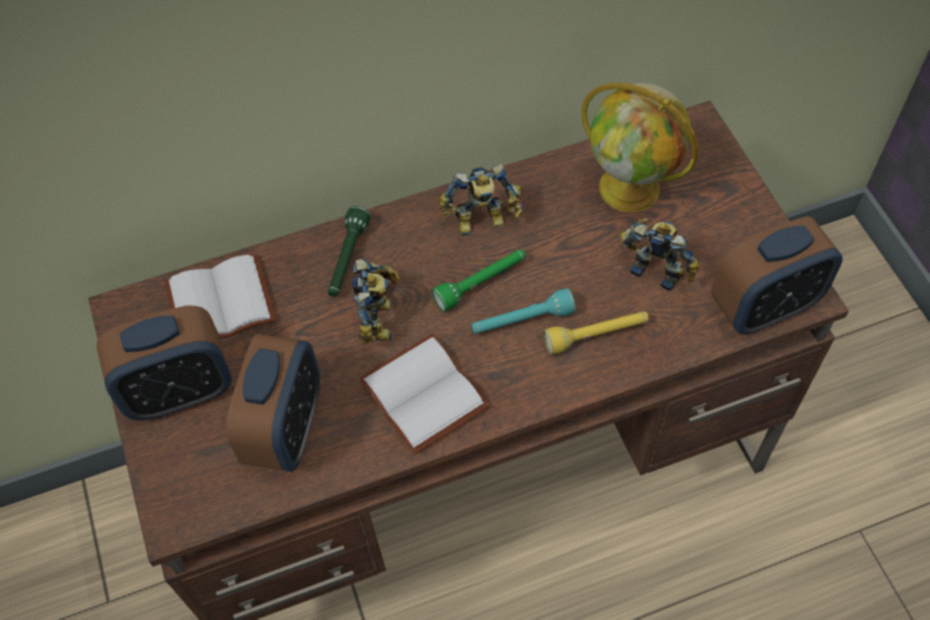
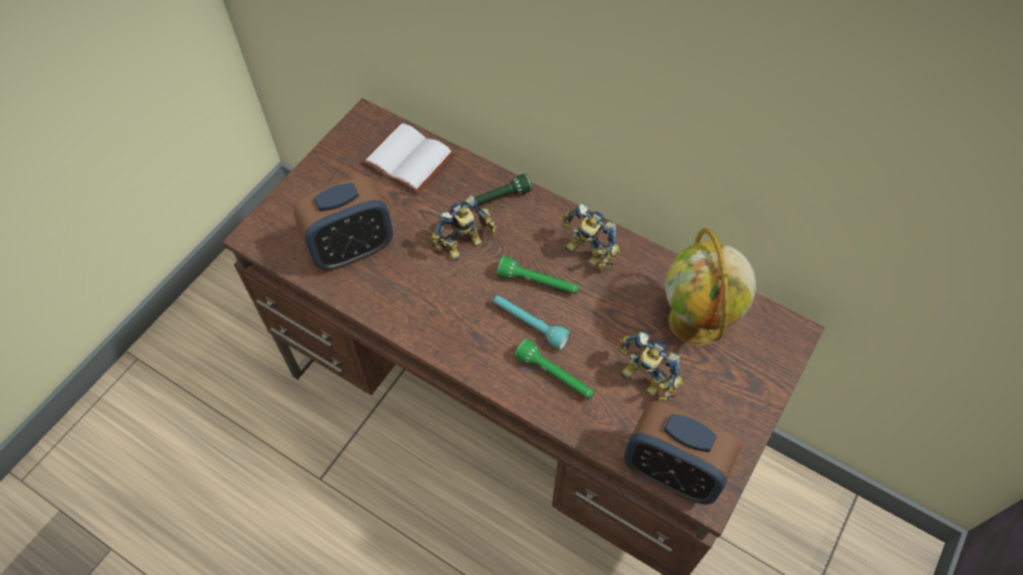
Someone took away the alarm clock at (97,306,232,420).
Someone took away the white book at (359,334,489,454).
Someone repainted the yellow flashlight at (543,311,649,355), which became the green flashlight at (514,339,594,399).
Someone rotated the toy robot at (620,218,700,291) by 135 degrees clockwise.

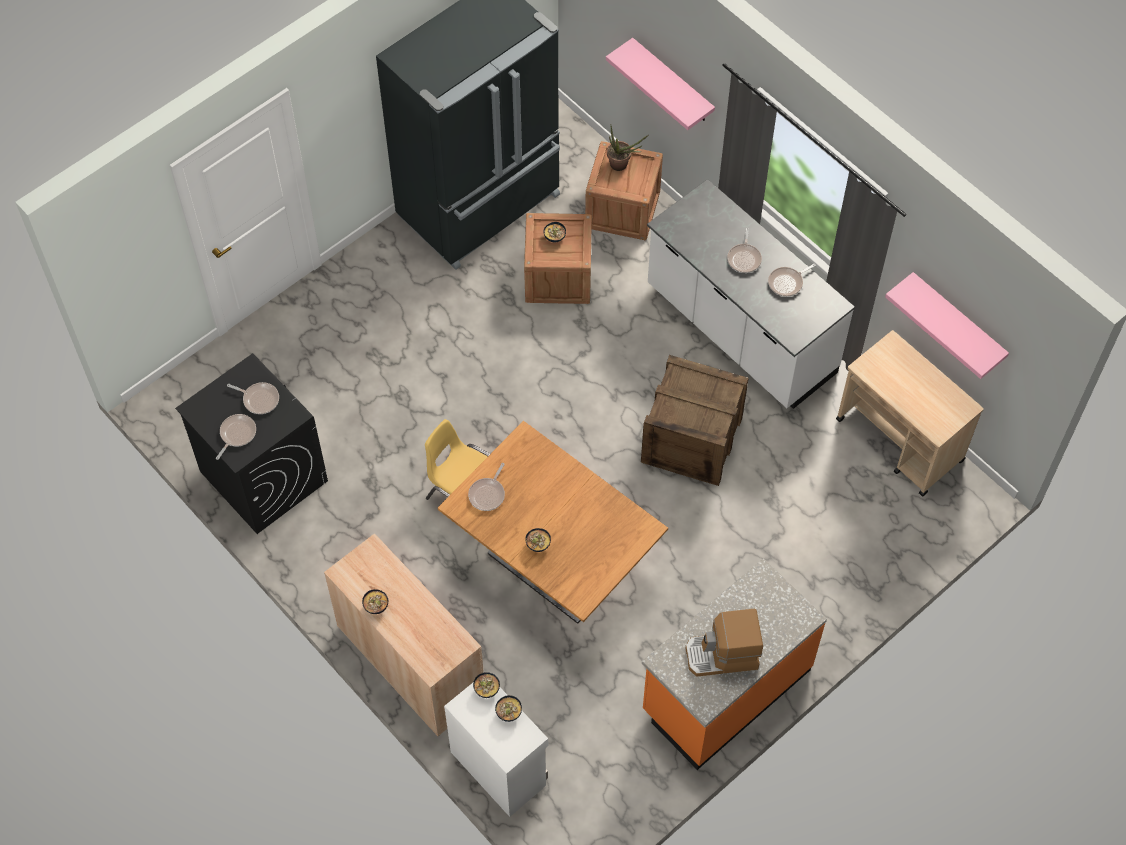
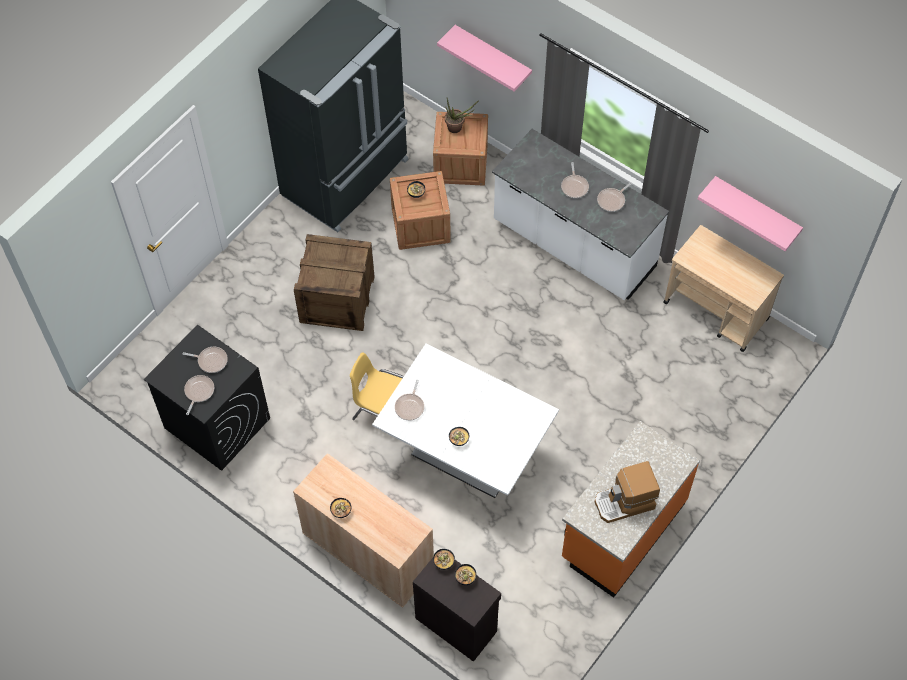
Someone carried the crate from (641,355,748,486) to (294,234,374,331).
Someone repainted the brown dining table at (438,421,668,624), which became the white dining table at (372,344,559,498).
Someone repainted the white cabinet at (444,683,548,817), which became the black cabinet at (413,558,501,662).

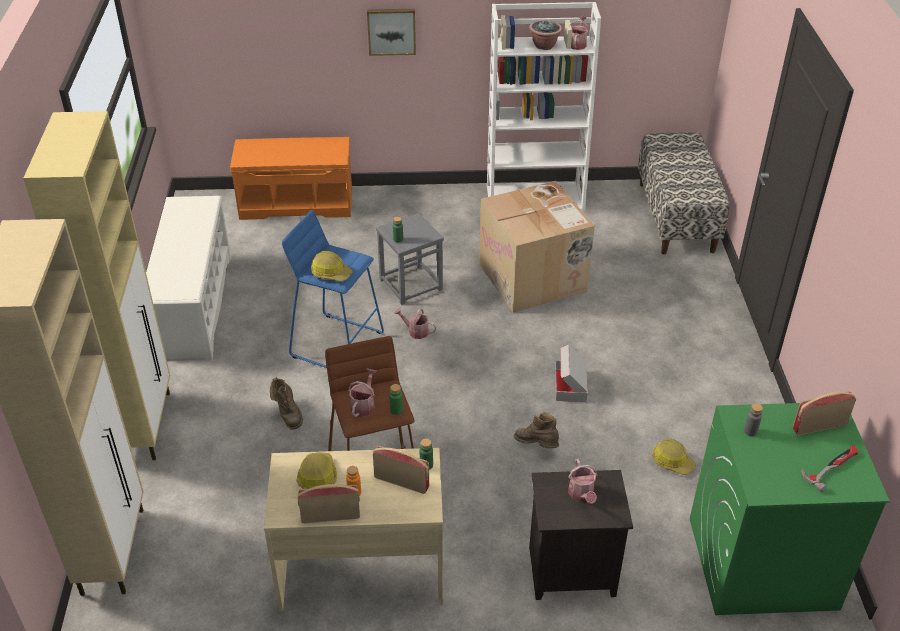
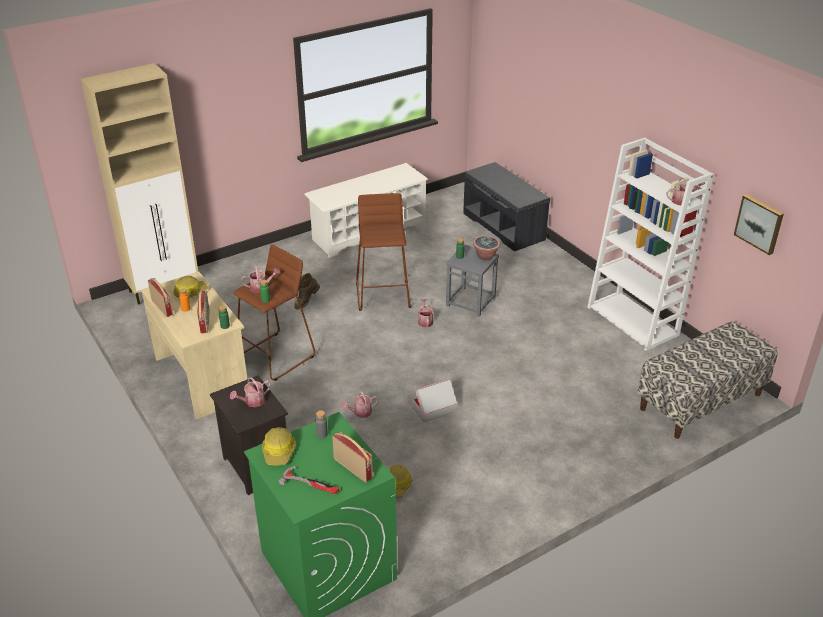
Someone took away the beige cabinet at (23,111,170,460).
Someone took away the cardboard box at (479,181,595,312).
Someone carried the hard hat from (311,251,353,281) to (262,427,296,466).
Someone carried the picture from (367,9,416,56) to (734,194,784,255).
Someone carried the potted plant from (529,19,562,50) to (473,235,500,260).
Someone swapped the brown boot at (514,412,559,449) for the watering can at (341,391,379,418).
Someone repainted the orange bench at (230,137,352,220), which became the grey bench at (463,162,550,252).
Someone repainted the blue stool at (282,210,384,368), which became the brown stool at (356,193,411,311).

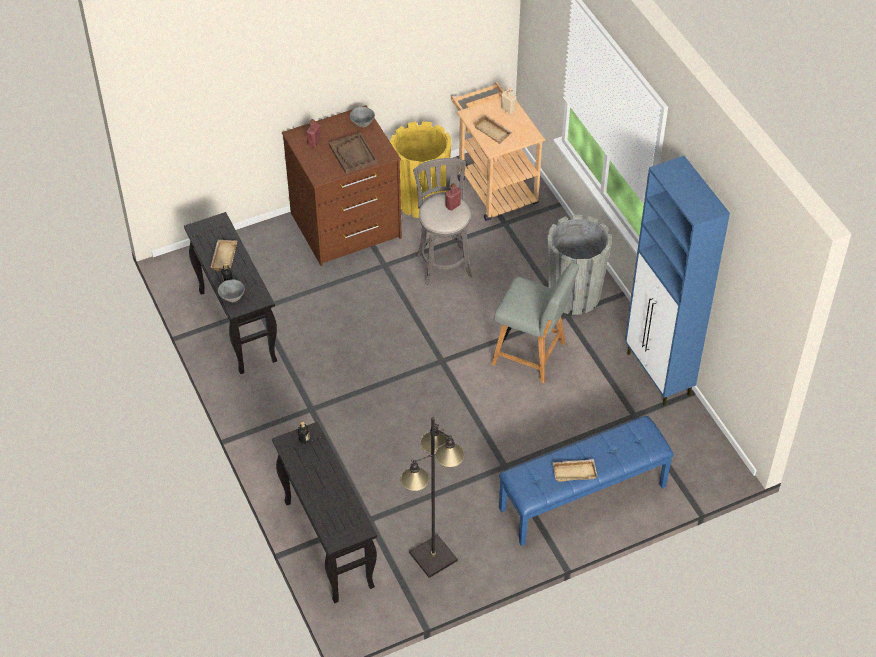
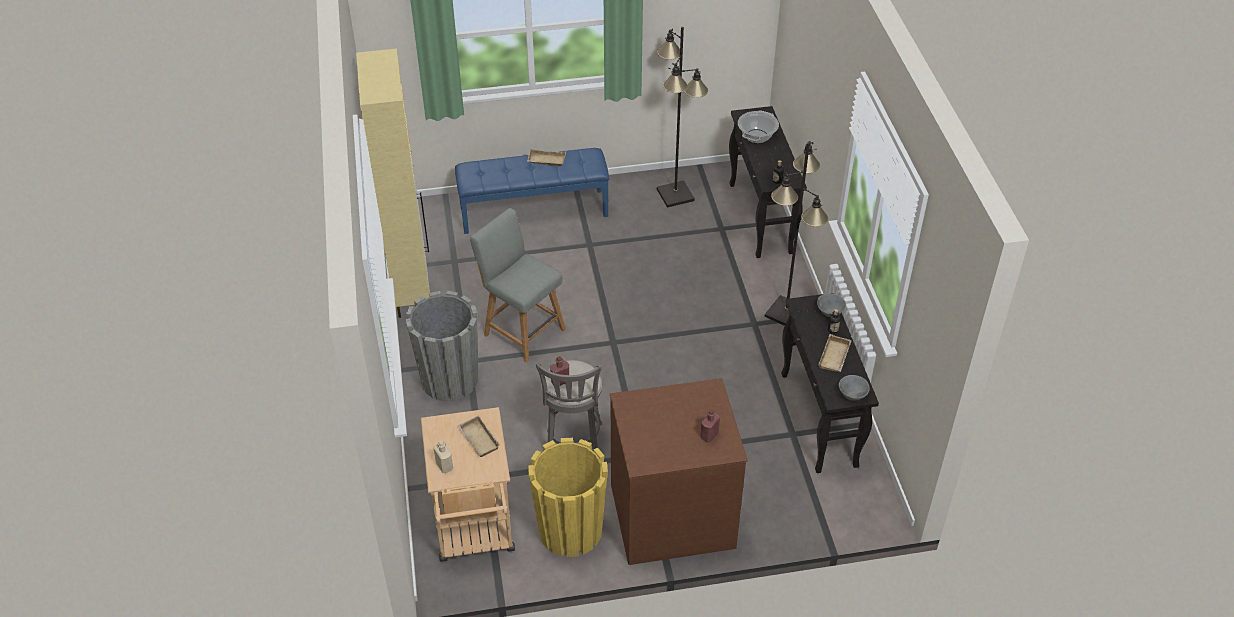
Someone took away the brown tray at (329,133,378,174).
Someone put down the cooking pot at (738,110,779,143).
Someone put down the black floor lamp at (764,141,828,326).
Someone carried the grey bowl from (350,107,375,128) to (839,375,870,401).
Someone repainted the blue cabinet at (625,156,730,406), which became the beige cabinet at (356,49,430,318).

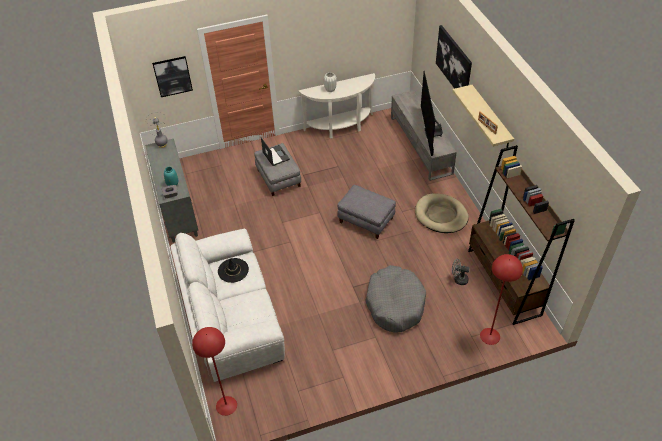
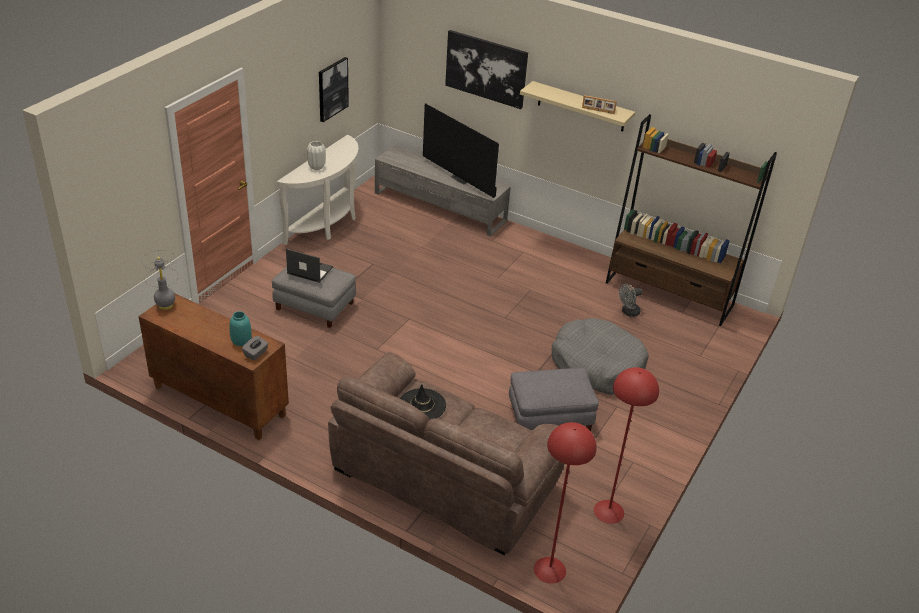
Someone took away the beige dog bed at (415,193,469,233).
Someone carried the picture from (152,56,193,97) to (319,57,349,122).
Someone carried the grey ottoman from (337,185,396,239) to (509,368,599,431).
Someone carried the red floor lamp from (480,254,523,345) to (594,367,659,524).
Someone repainted the grey cabinet at (145,139,198,243), which became the brown cabinet at (139,294,289,440).
Someone repainted the white sofa at (171,229,285,382), which became the brown sofa at (328,352,564,555).

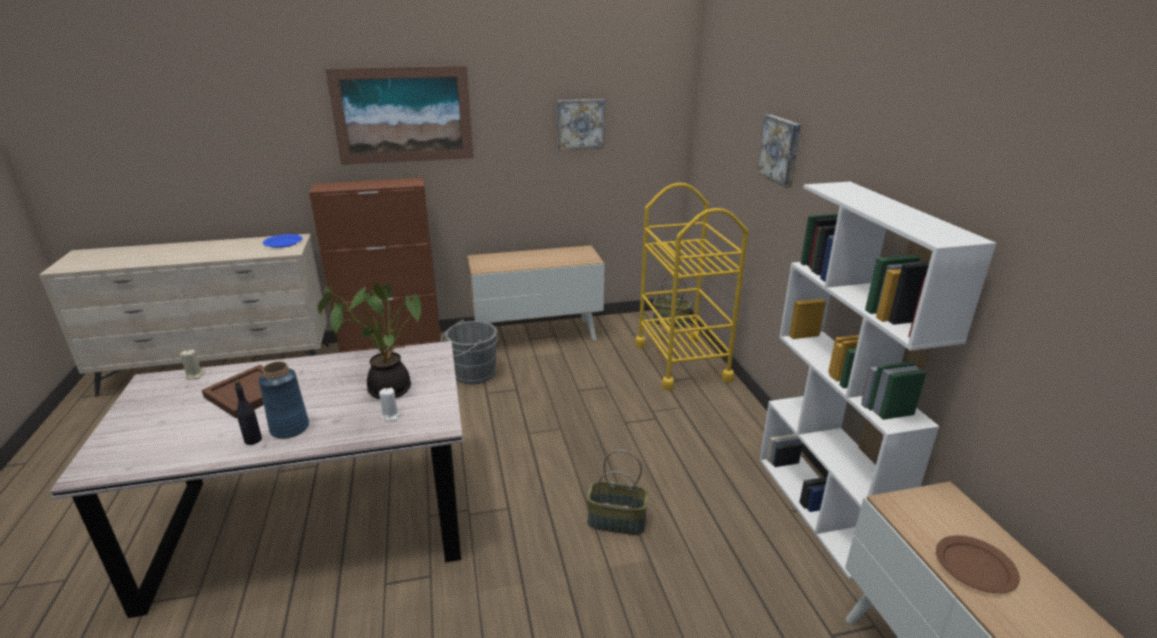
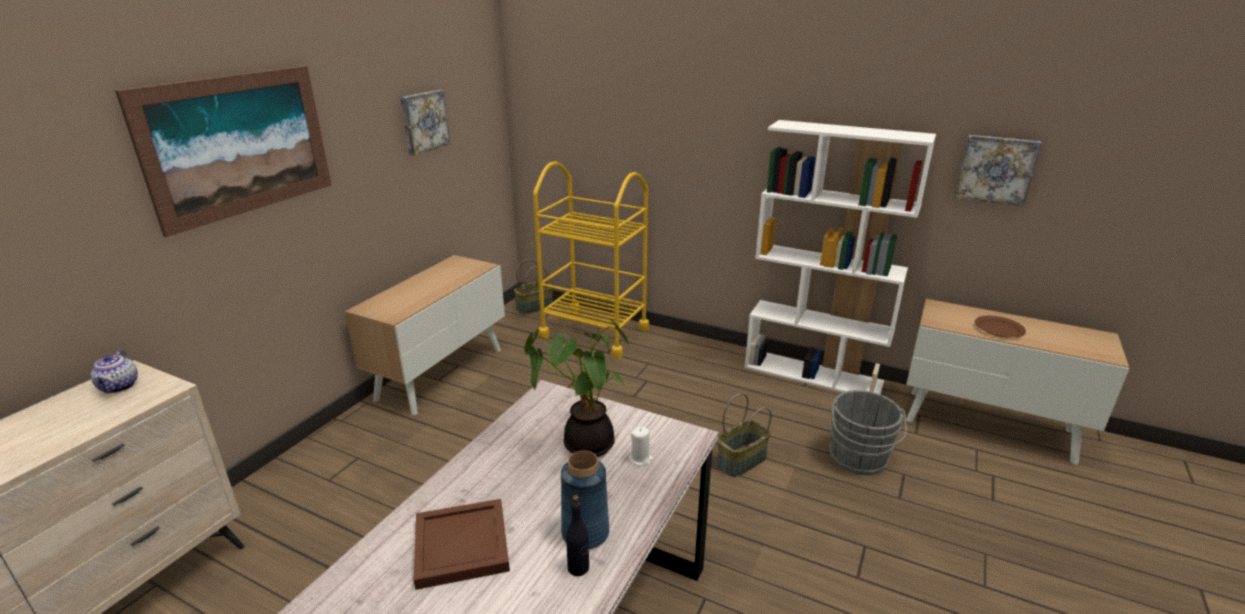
Someone took away the beige candle at (180,349,204,380).
Someone took away the brown cabinet at (309,178,441,353).
Someone carried the grey bucket from (440,320,498,384) to (830,390,907,475).
Someone carried the picture from (757,114,801,188) to (955,135,1041,206).
Someone swapped the blue plate at (263,234,302,248) for the teapot at (91,350,138,393).

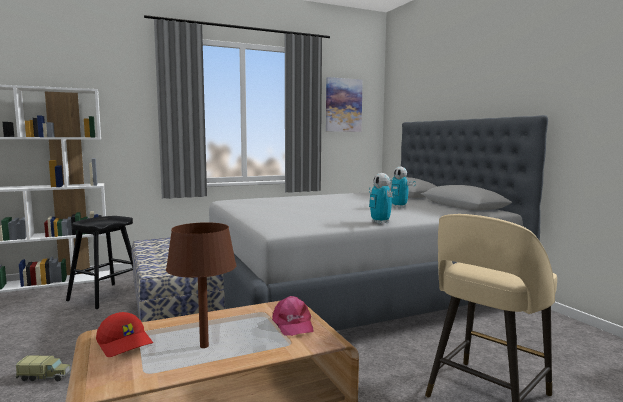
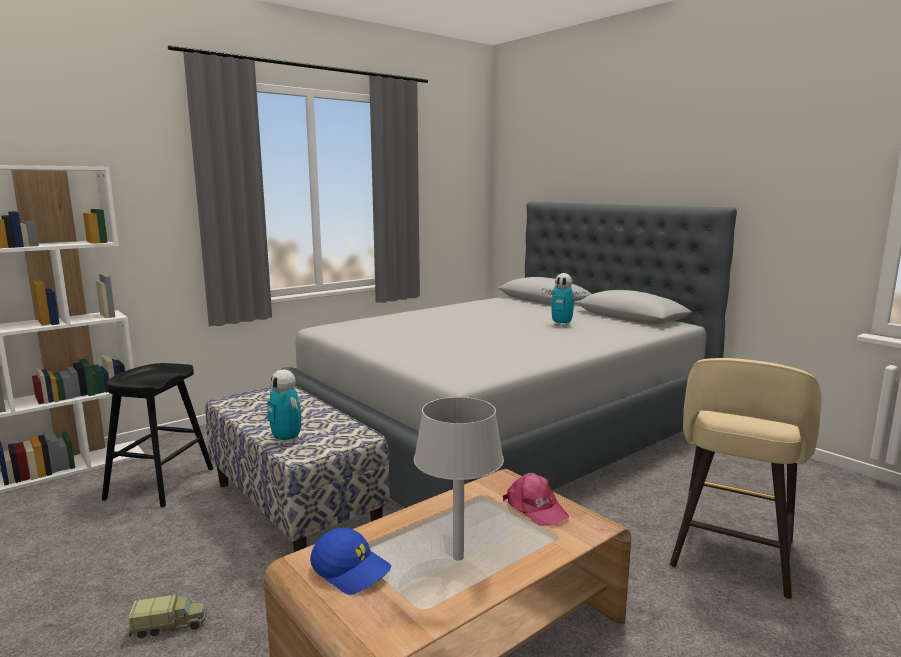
Someone took away the picture at (326,77,363,132).
Someone carried the toy robot from (369,173,395,224) to (267,370,301,445).
Someone repainted the red cap at (96,312,153,357), which became the blue cap at (310,528,391,595).
Someone repainted the brown table lamp at (166,222,237,348), which became the grey table lamp at (414,397,504,561).

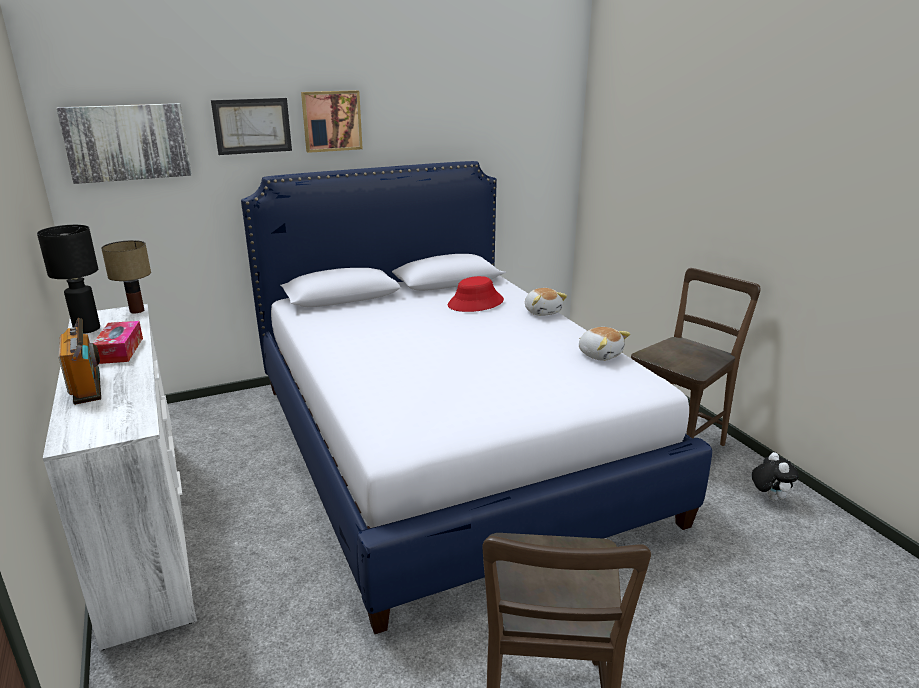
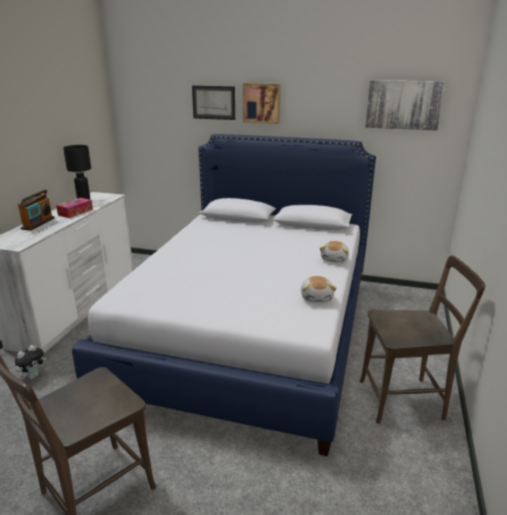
Someone took away the table lamp at (101,240,151,313).
Someone took away the red hat at (448,276,504,312).
Someone carried the picture from (56,103,192,184) to (365,80,446,131).
Someone carried the plush toy from (752,452,799,501) to (15,345,46,379).

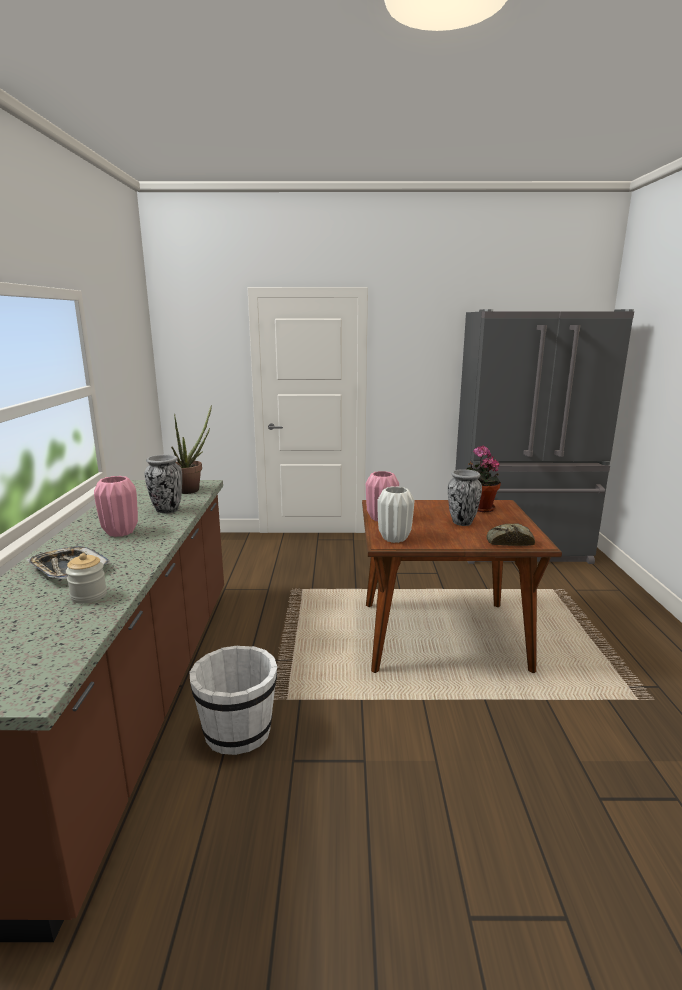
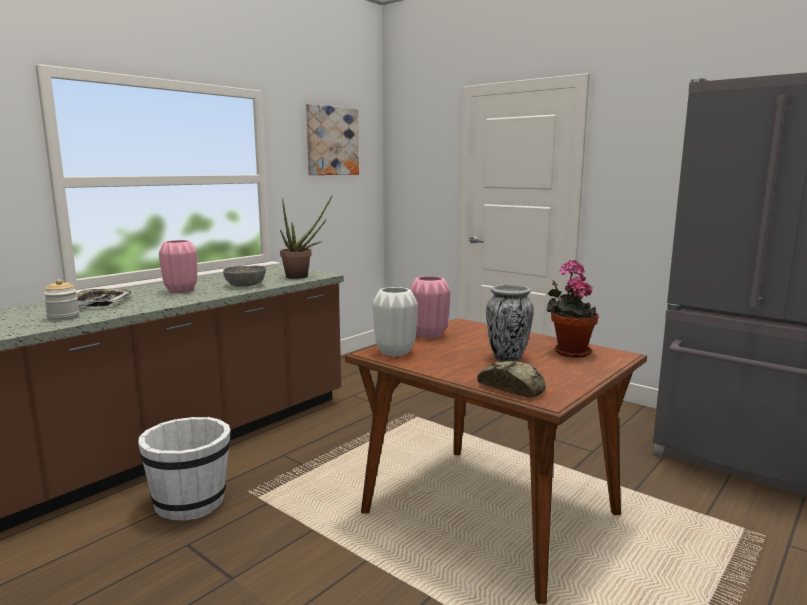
Someone put up the picture at (306,104,359,175).
Someone swapped the vase at (145,455,182,513) for the grey bowl at (223,266,266,287).

